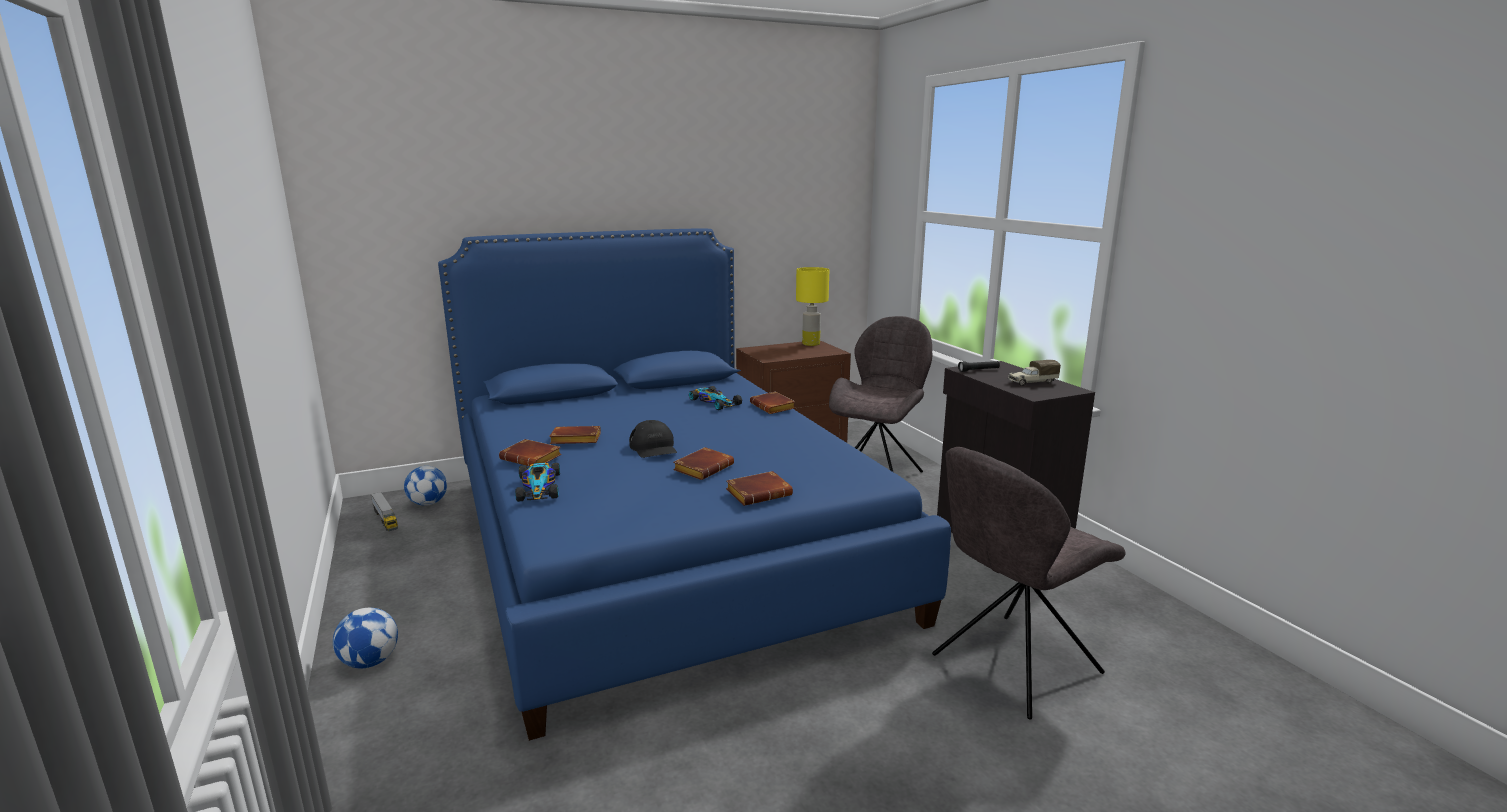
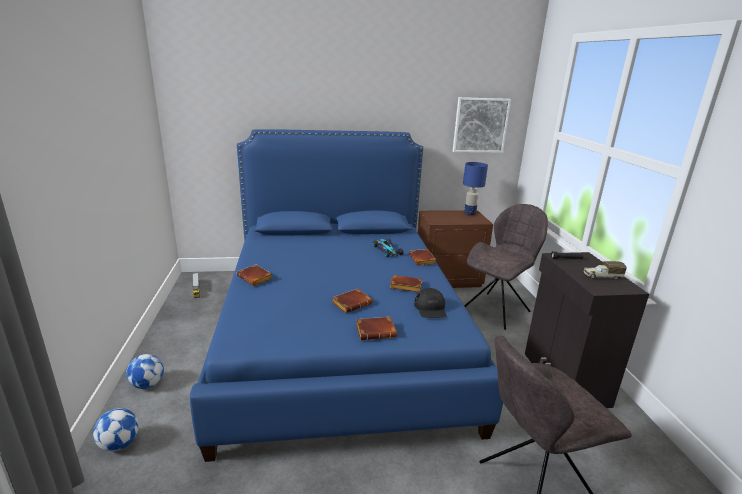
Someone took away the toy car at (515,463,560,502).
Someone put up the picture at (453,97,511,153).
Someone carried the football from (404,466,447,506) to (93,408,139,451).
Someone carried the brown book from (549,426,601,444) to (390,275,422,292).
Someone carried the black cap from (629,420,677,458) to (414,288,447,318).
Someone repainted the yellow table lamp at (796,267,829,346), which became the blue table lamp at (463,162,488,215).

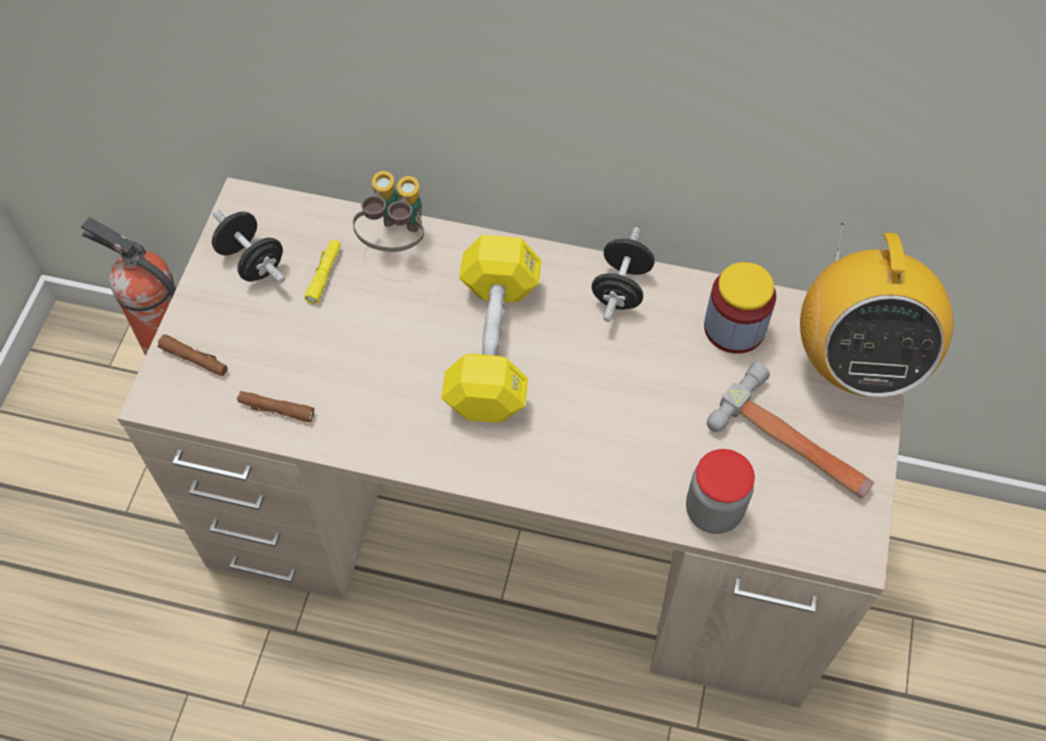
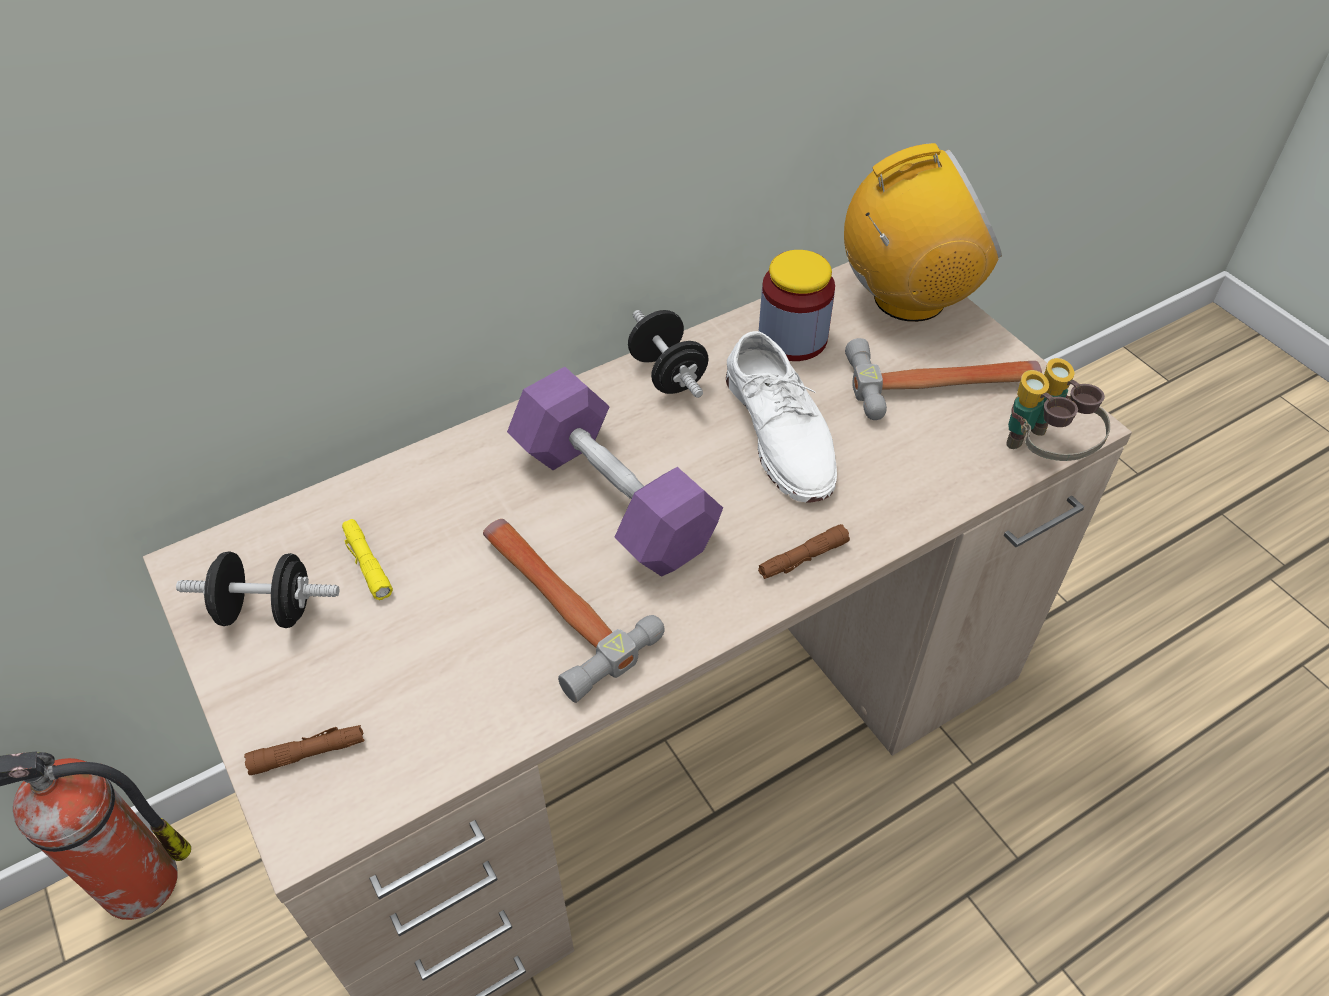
Someone took away the jar at (686,449,755,534).
Someone put down the hammer at (483,519,664,703).
Someone put down the white shoe at (726,331,837,503).
Someone carried the brown flashlight from (237,391,315,422) to (758,524,850,579).
Someone carried the binoculars from (353,171,424,252) to (1006,358,1110,461).
Someone repainted the yellow dumbbell at (441,235,542,423), which became the purple dumbbell at (507,367,723,577).
Someone rotated the radio at (800,223,953,397) by 60 degrees counterclockwise.

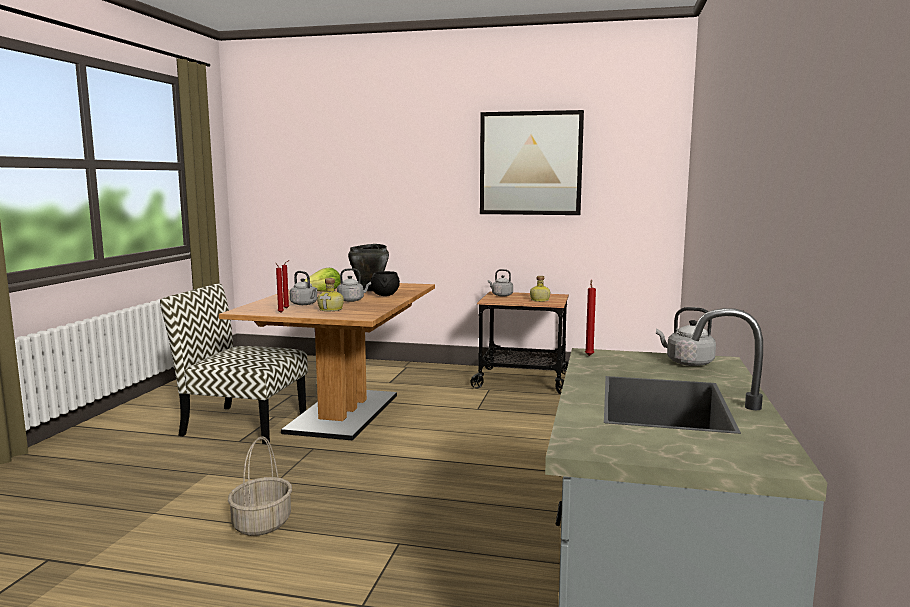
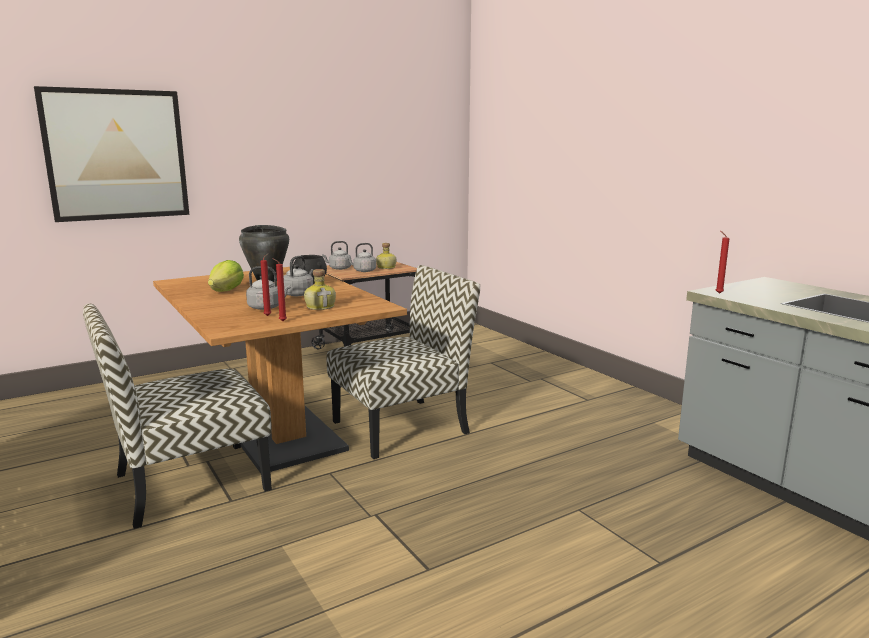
Someone took away the basket at (228,436,292,536).
Someone put down the chair at (327,265,480,459).
Someone carried the picture from (480,110,584,215) to (34,86,189,222).
Someone carried the grey kettle from (656,307,716,366) to (346,243,376,272).

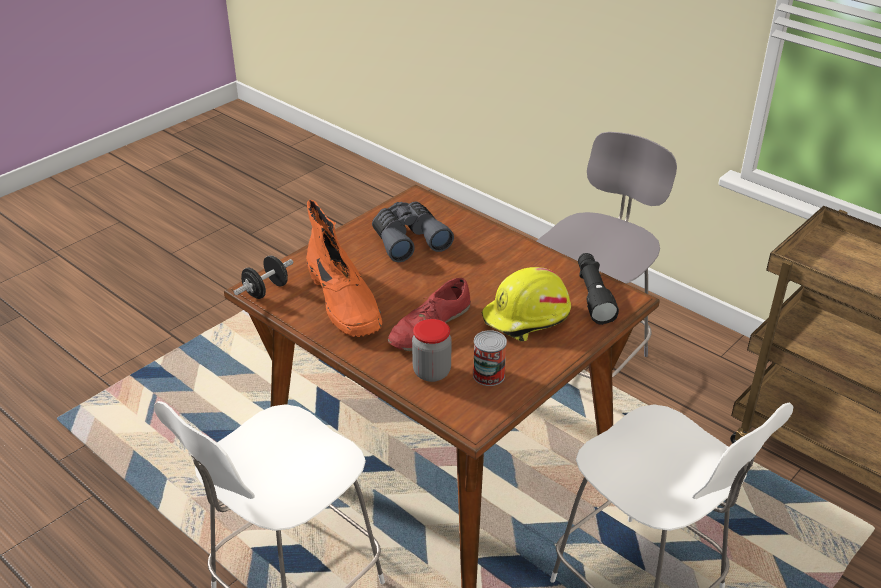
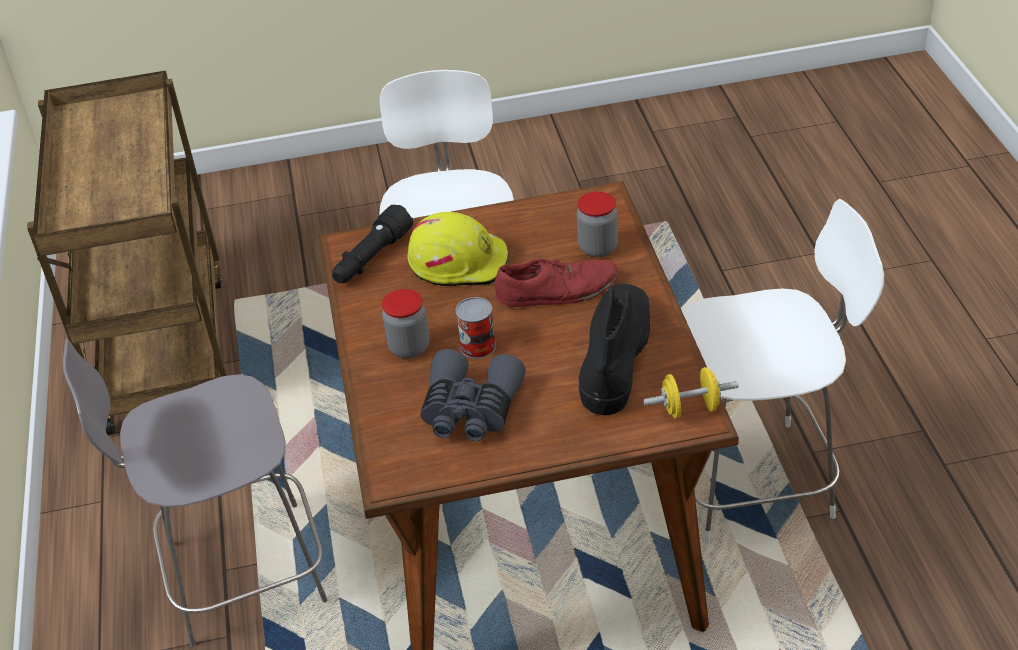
Someone put down the jar at (382,289,429,359).
Someone carried the can from (473,330,507,386) to (456,297,496,359).
Someone repainted the black dumbbell at (234,256,293,299), which became the yellow dumbbell at (643,367,739,418).
Someone repainted the orange boot at (306,200,382,337), which became the black boot at (578,283,650,415).

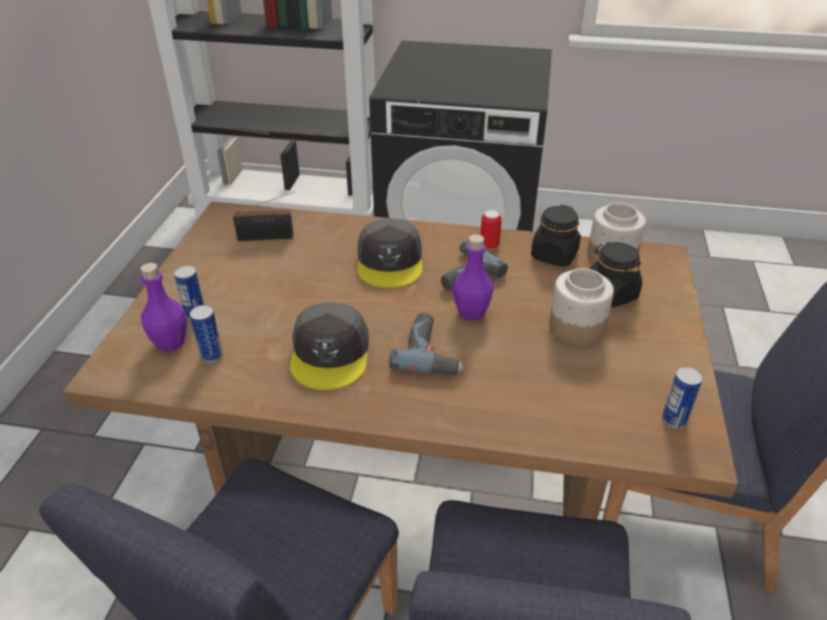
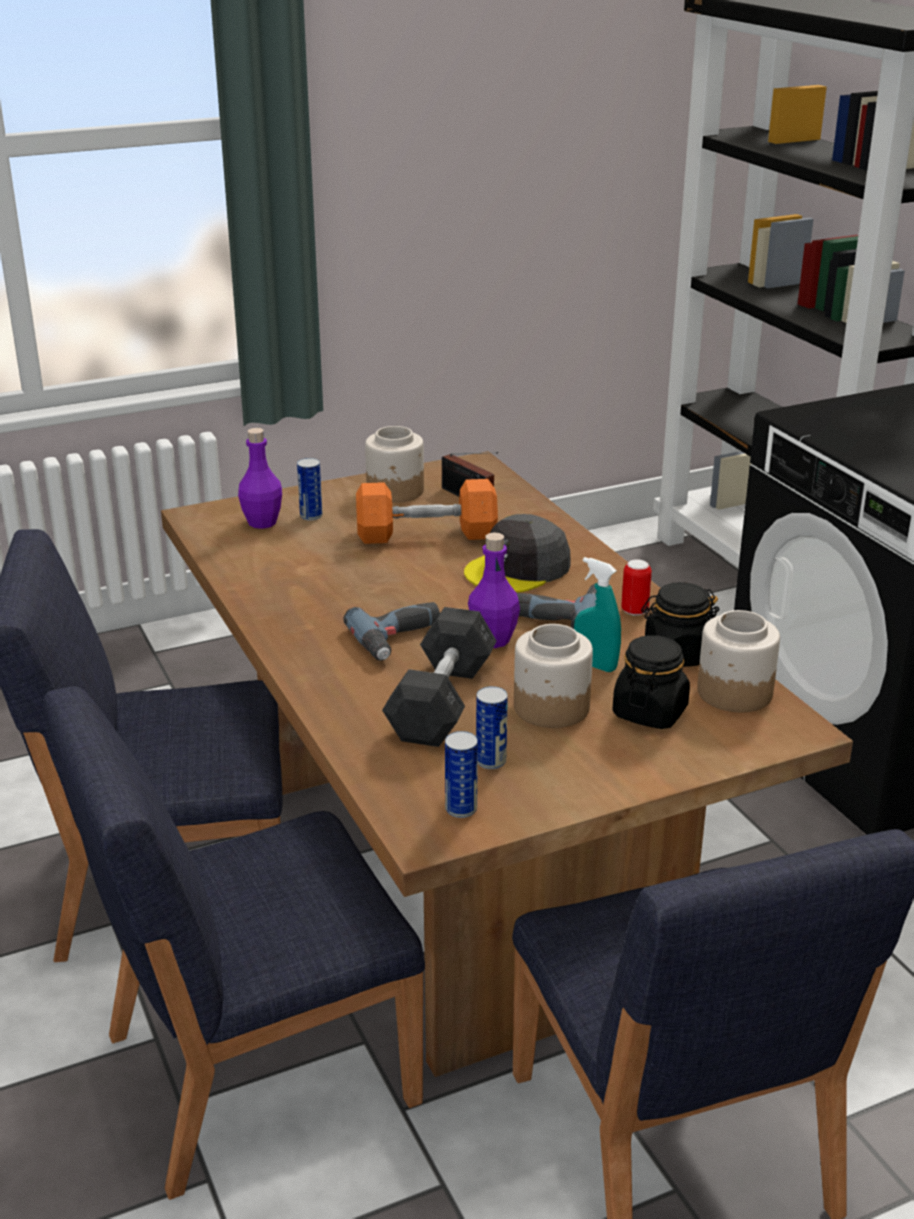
Someone took away the grey cap at (290,302,369,390).
Someone put down the orange dumbbell at (356,479,498,544).
Someone put down the jar at (365,426,424,503).
Someone put down the grey dumbbell at (382,607,497,747).
Someone put down the turquoise spray bottle at (574,557,621,672).
Someone carried the can from (190,305,223,363) to (476,686,508,769).

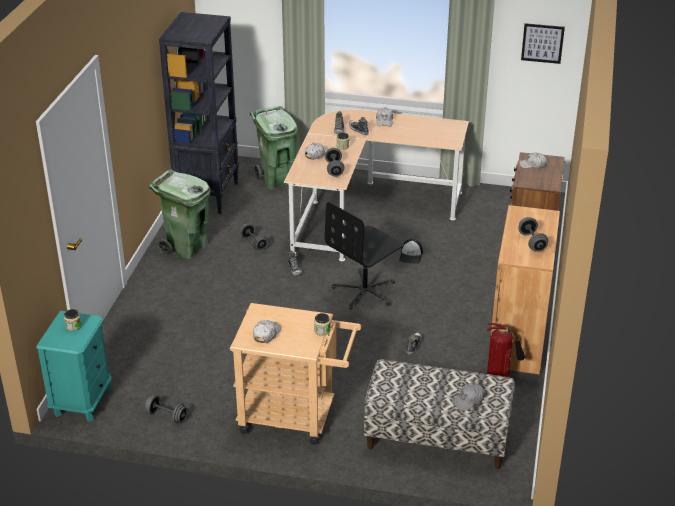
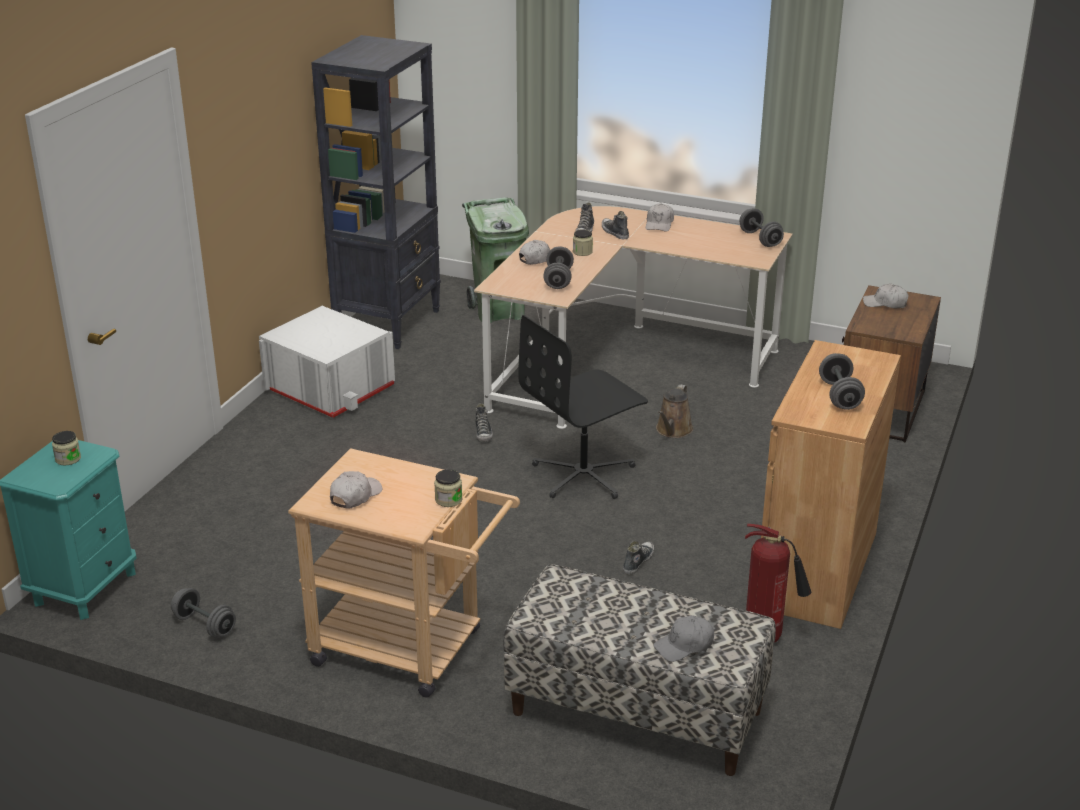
Someone took away the picture at (521,23,565,64).
Someone carried the grey dumbbell from (240,223,268,250) to (740,208,784,247).
Someone swapped the green trash can at (148,169,211,259) for the white storage box at (259,306,395,418).
Someone swapped the cap at (399,239,423,264) for the brown watering can at (656,384,694,438).

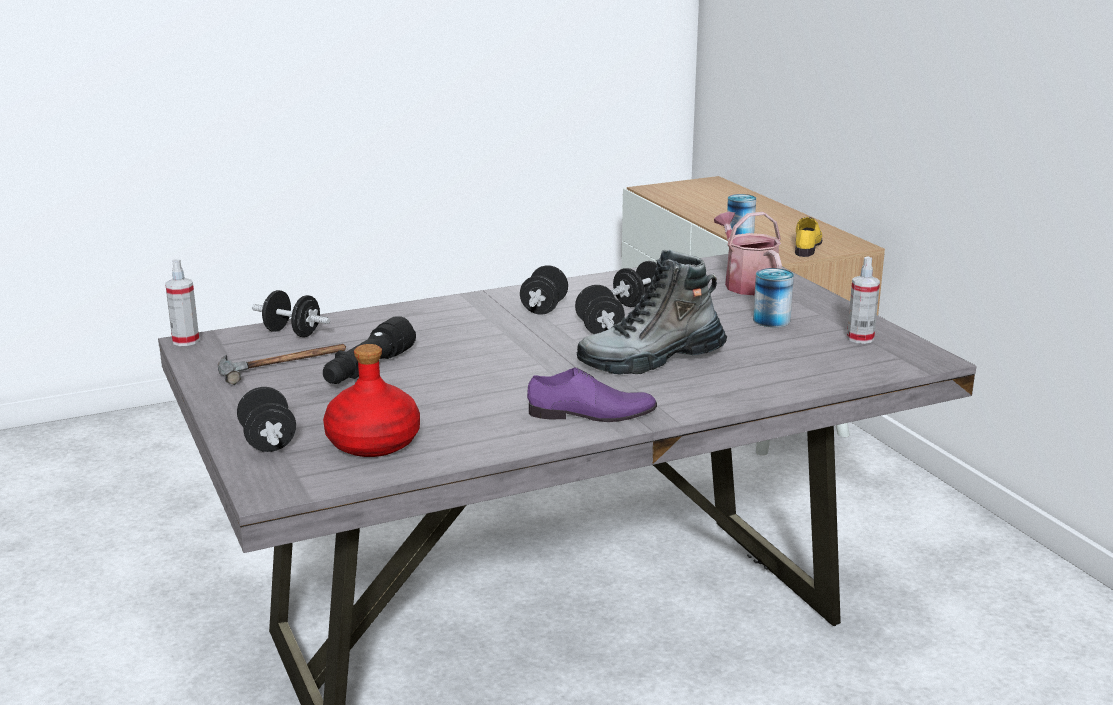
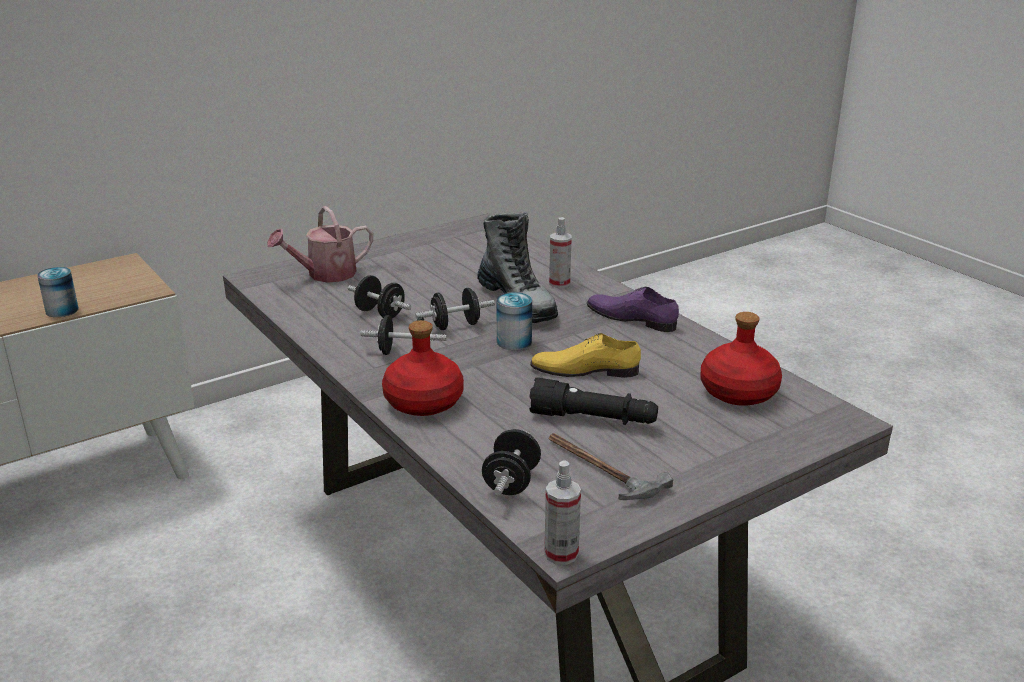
Someone took away the black dumbbell at (237,387,296,452).
Someone put down the red bottle at (382,320,464,416).
Someone carried the can from (753,268,794,327) to (497,292,532,350).
Someone carried the yellow shoe from (795,217,822,257) to (530,333,641,378).
Someone carried the spray bottle from (847,256,880,344) to (549,217,572,288).
Someone rotated the purple shoe at (527,367,657,422) by 45 degrees counterclockwise.

